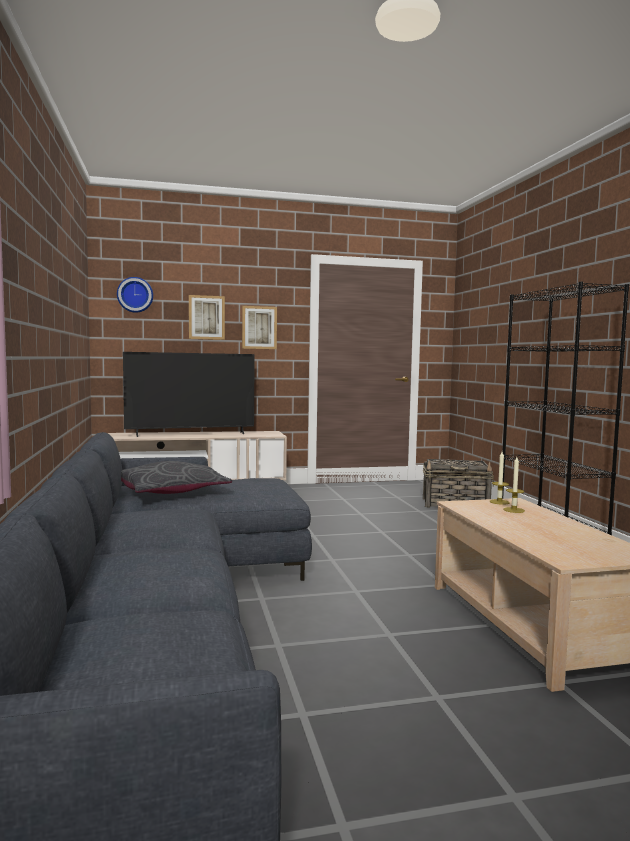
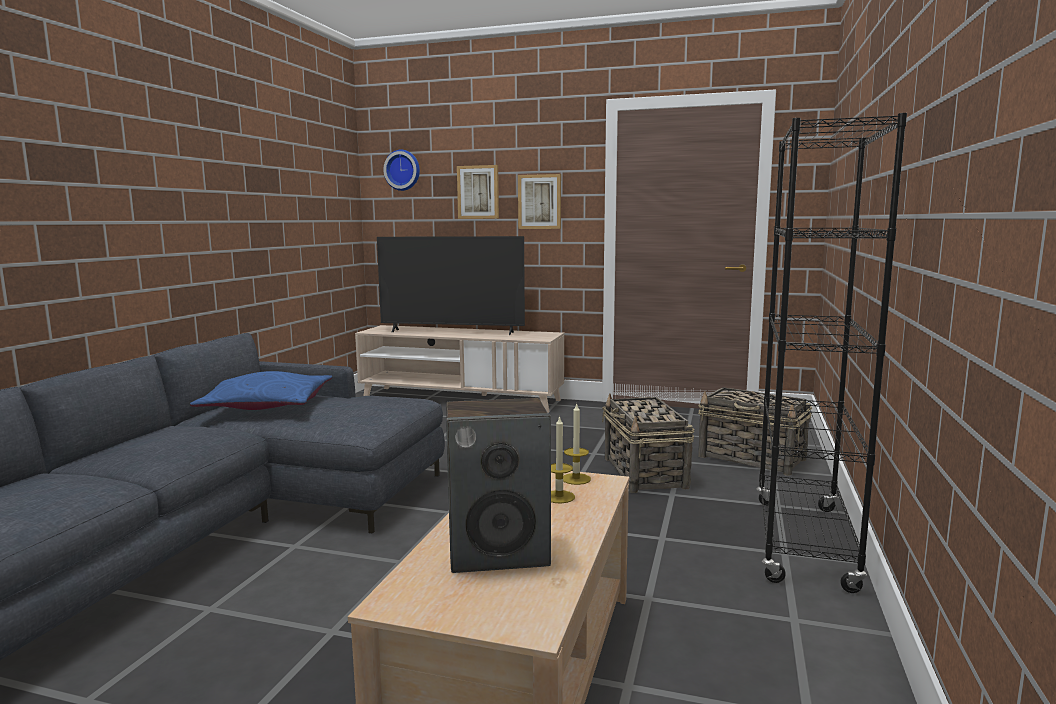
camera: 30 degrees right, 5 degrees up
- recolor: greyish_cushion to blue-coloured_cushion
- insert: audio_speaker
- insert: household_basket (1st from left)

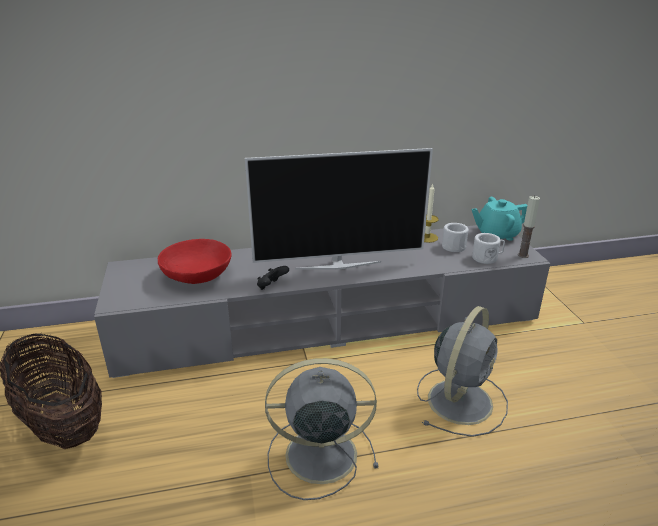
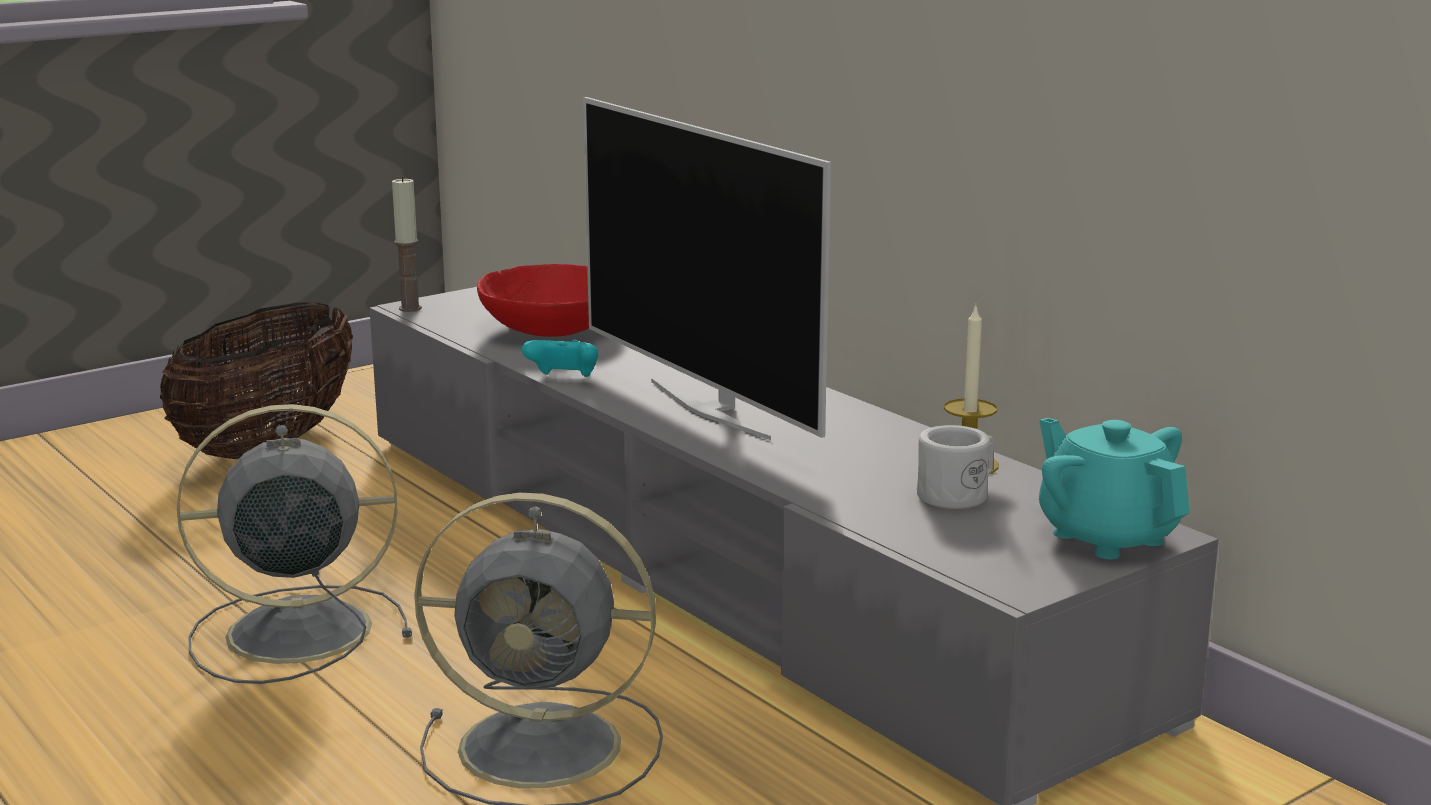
camera: 65 degrees right, 10 degrees down
- recolor: blackish_gamepad to blue-green_gamepad
- rotate: greyish_fan (1st from left) 75 degrees counterclockwise
- delete: white-coloured_mug (2nd from left)
- move: wax_candle (2nd from left in the first image) to wax_candle (1st from left)

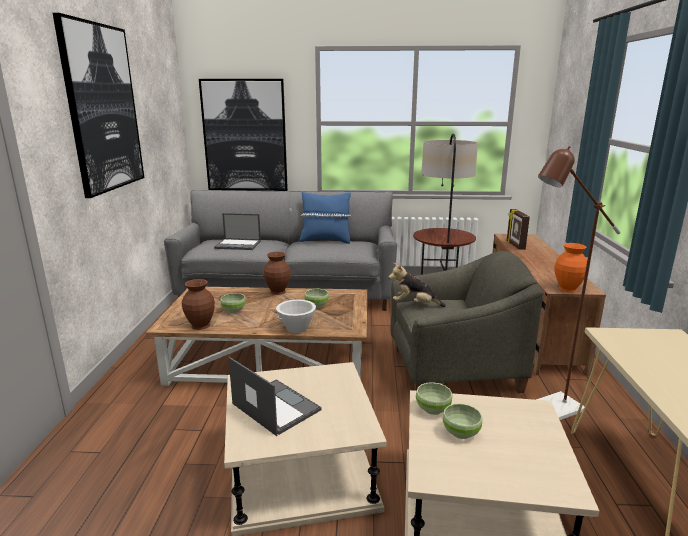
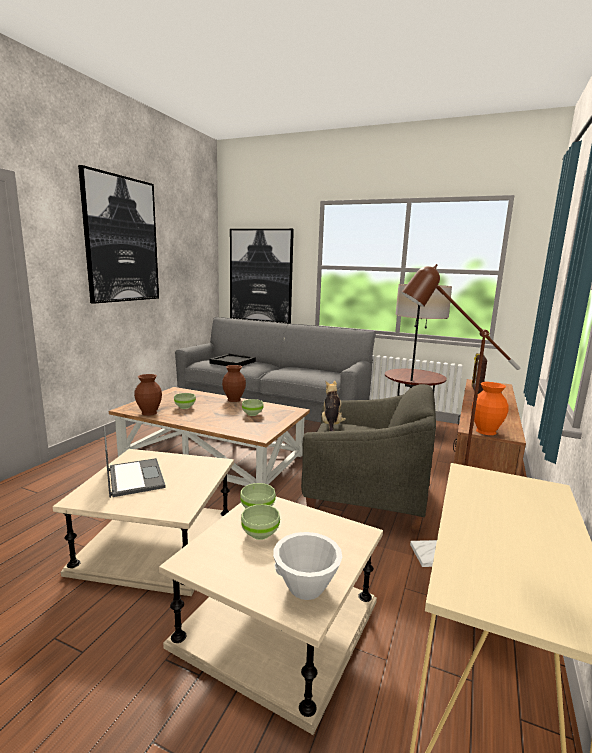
camera: 20 degrees right, 5 degrees down
- replace: notebook_computer (1st from left) to blackish_tray
- move: white-coloured_serving_bowl
- delete: blue-coloured_cushion
- rotate: cuddly_toy 60 degrees clockwise

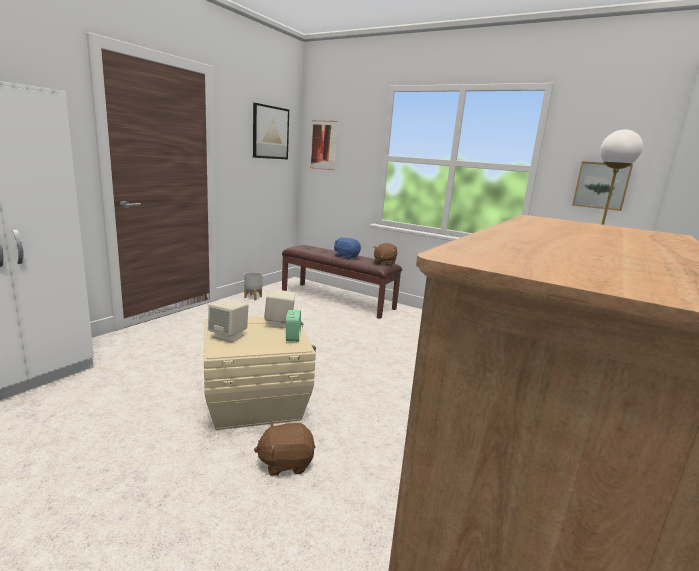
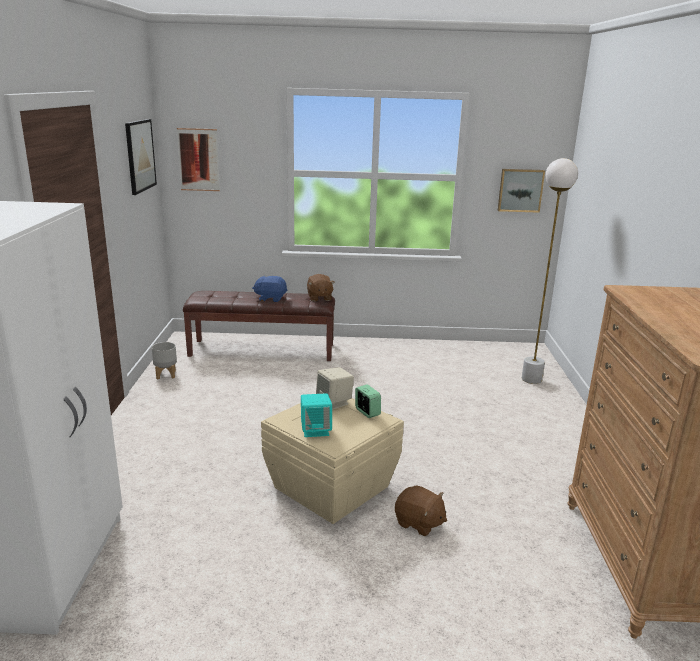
camera: 30 degrees left, 5 degrees up
- recolor: sand-coloured_audio_speaker (1st from left) to blue-green_audio_speaker
- rotate: brownish_cuddly_toy (1st from left in the first image) 105 degrees counterclockwise

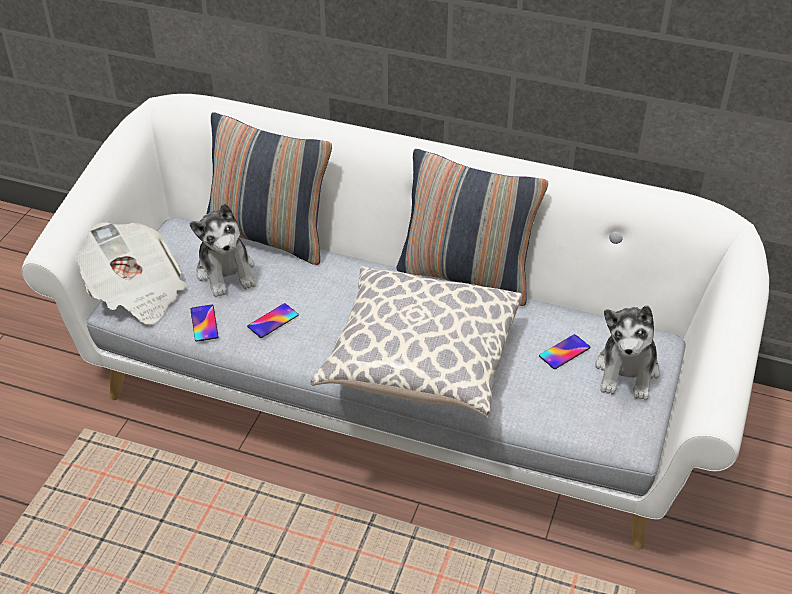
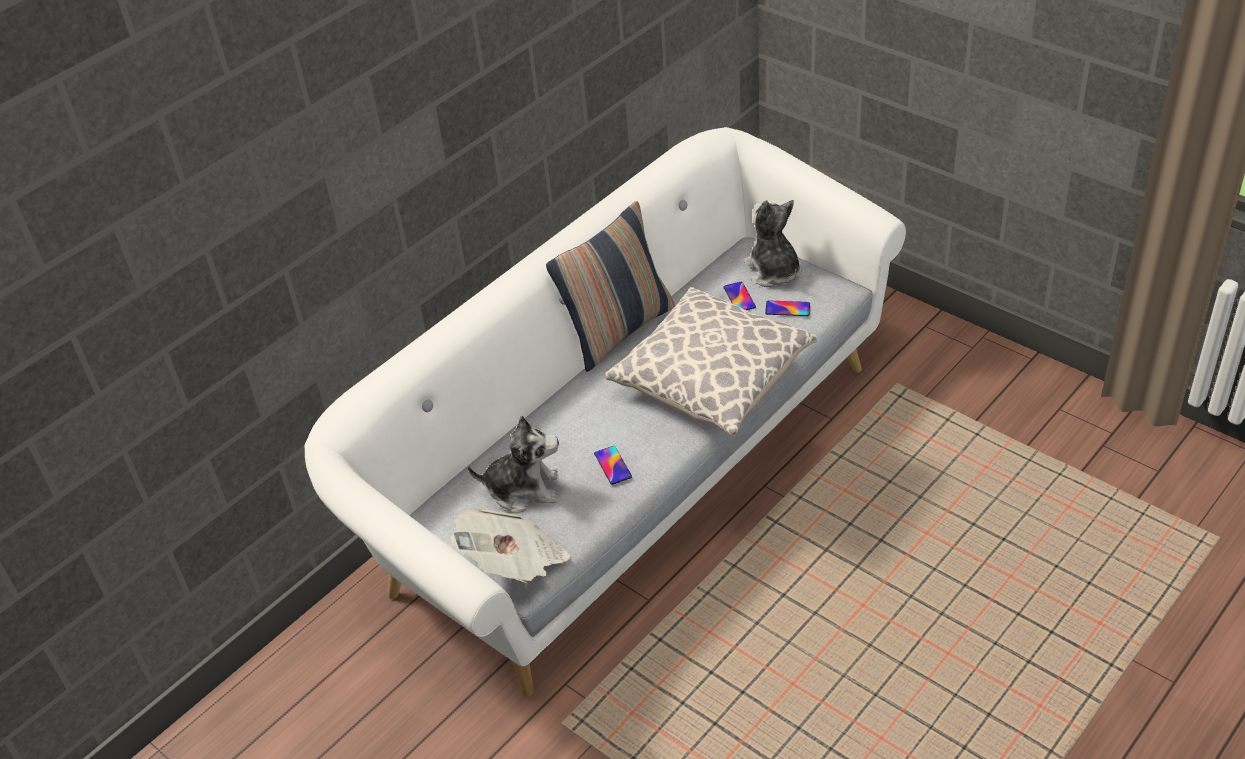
camera: 65 degrees left, 0 degrees up
- move: handset (1st from left in the first image) to handset (3rd from left)
- delete: cushion (1st from left)
- rotate: cuddly_toy (2nd from left) 150 degrees counterclockwise

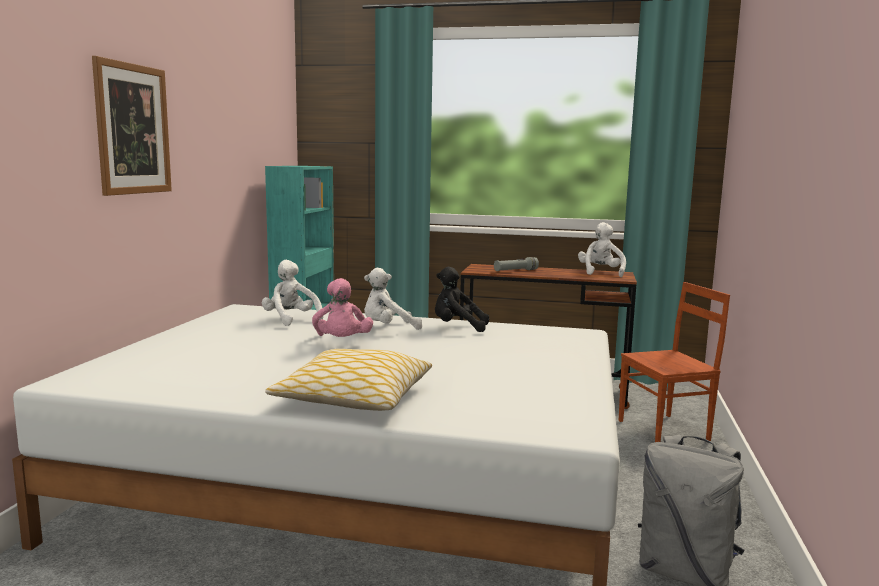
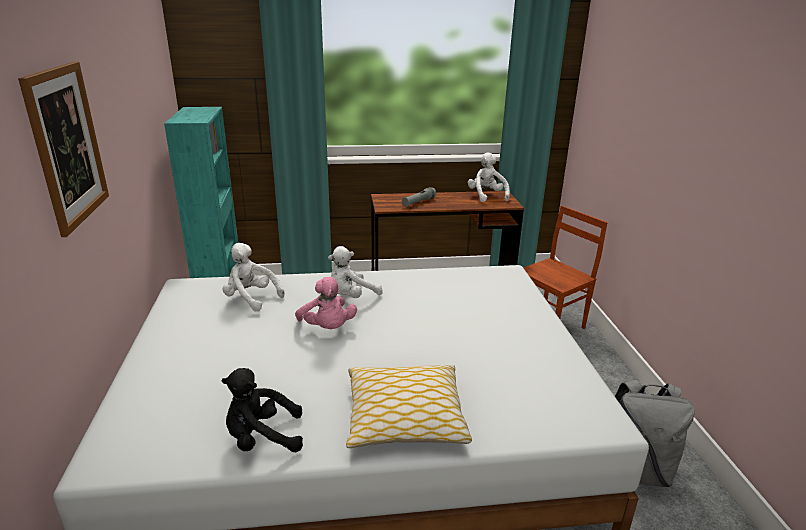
camera: 20 degrees left, 15 degrees up
- move: blackish_cuddly_toy

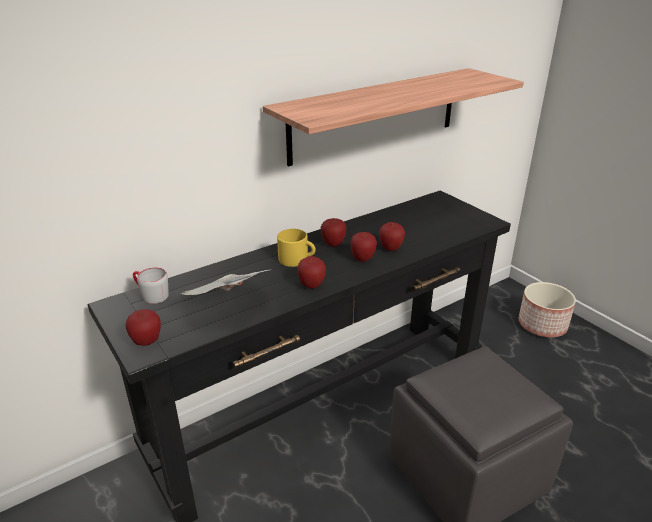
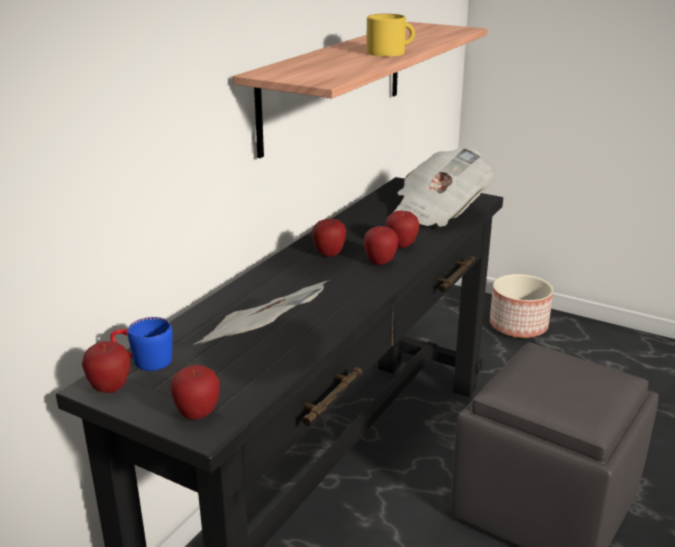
camera: 25 degrees left, 5 degrees down
- recolor: greyish_mug to blue-coloured_mug
- move: yellow_mug
- move: apple_fruit (2nd from left in the first image) to apple_fruit (1st from left)
- insert: printed_paper (2nd from left)

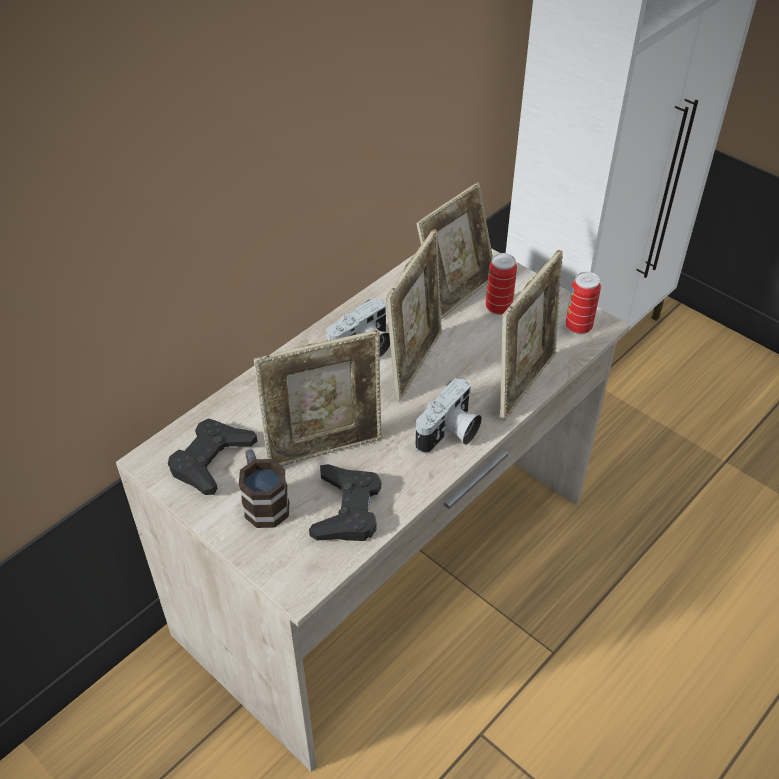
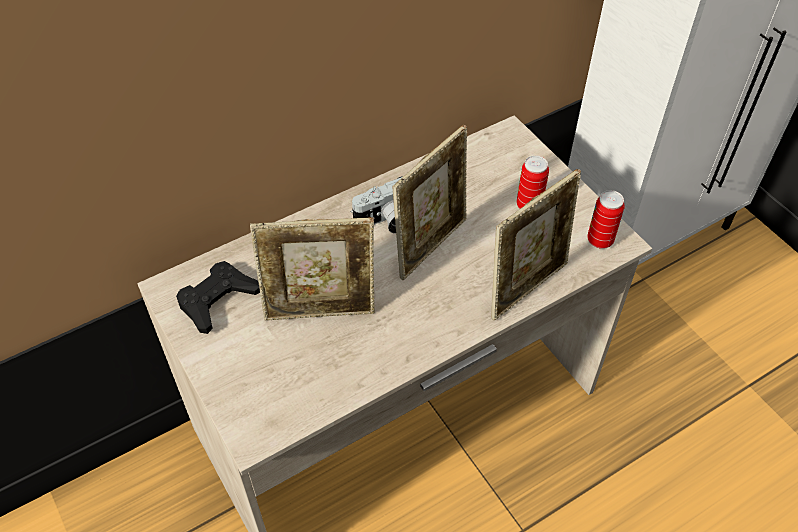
camera: 15 degrees right, 5 degrees up
- delete: mug
- delete: blackish_gamepad (2nd from left)
- delete: photo_camera (2nd from left)
- delete: photo_frame (3rd from left)

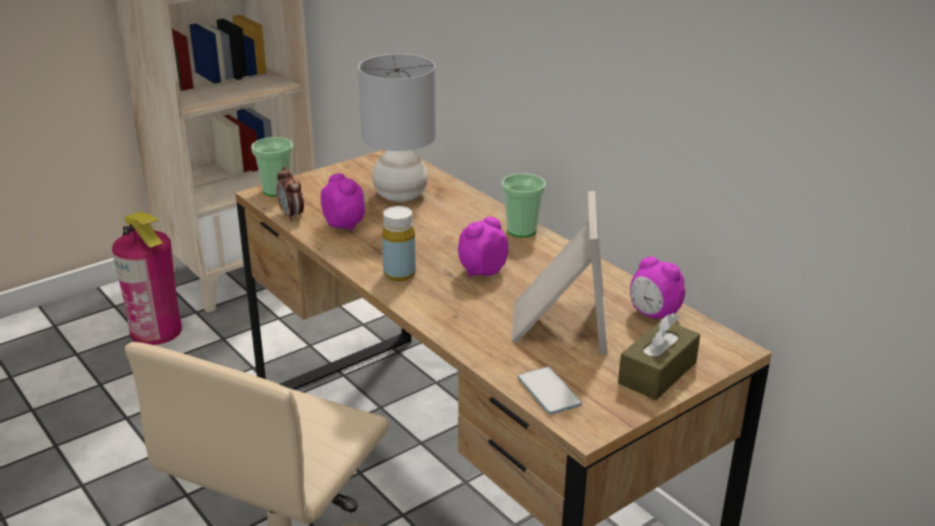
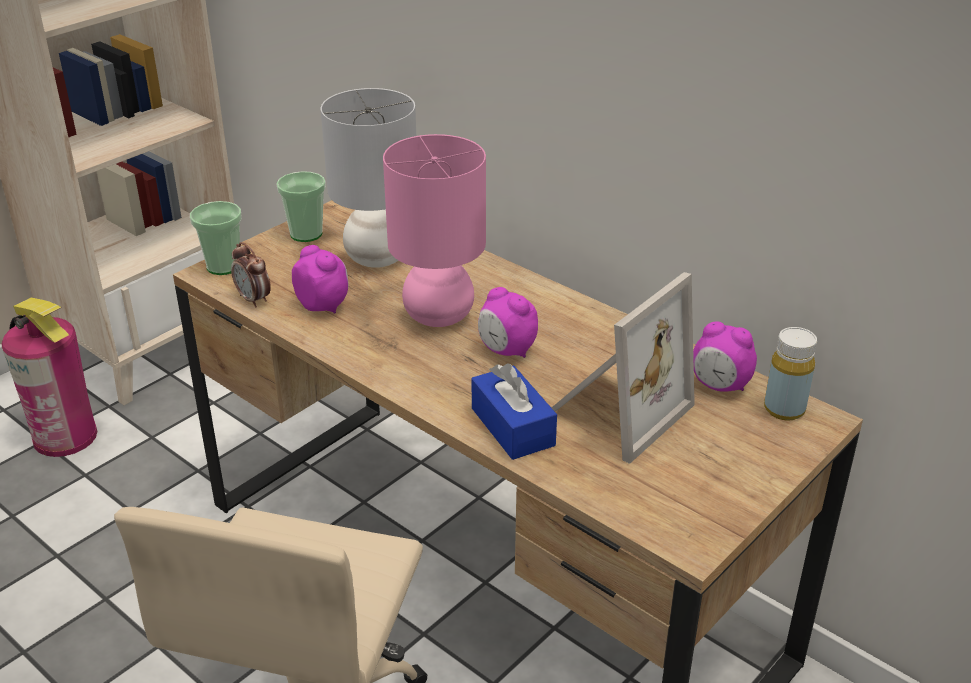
camera: 10 degrees left, 5 degrees up
- move: yellow_beverage_bottle
- rotate: bedside_clock (3rd from left) 90 degrees counterclockwise
- move: drinking_cup (2nd from left)
- rotate: photo_frame 45 degrees clockwise
- delete: handset
- delete: brownish_tissue_box
- insert: pink-coloured_table_lamp
- insert: blue-coloured_tissue_box

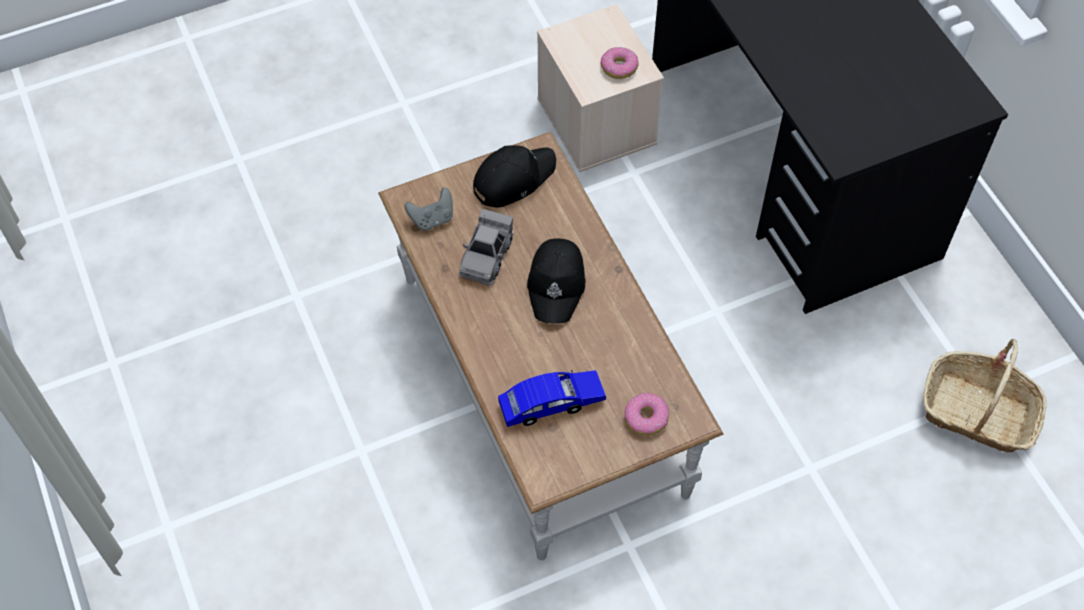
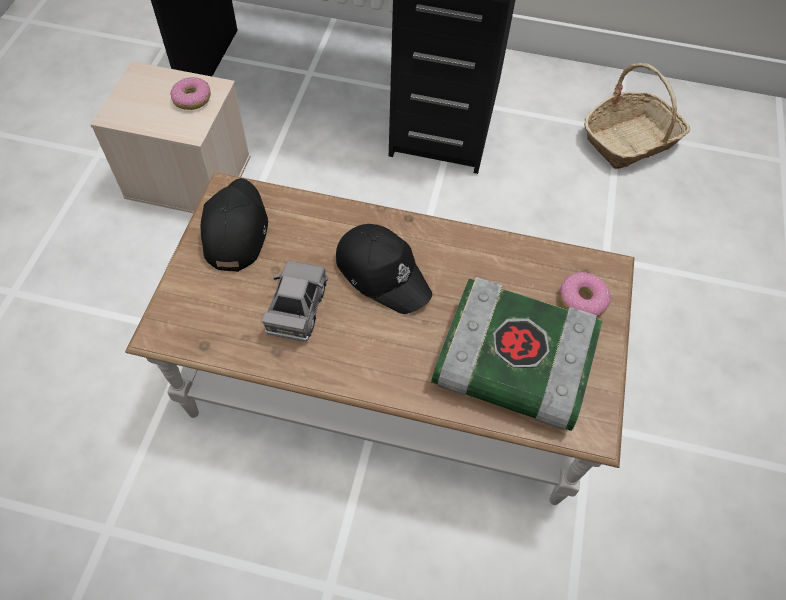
camera: 55 degrees left, 0 degrees up
- delete: greyish_gamepad
- rotate: greyish_miniature_car 135 degrees counterclockwise
- replace: blue-coloured_miniature_car to bound_book

